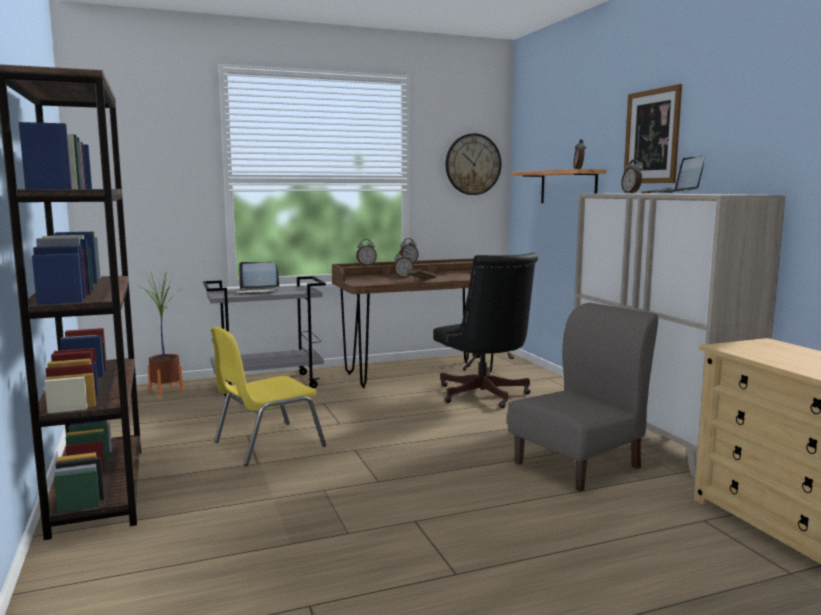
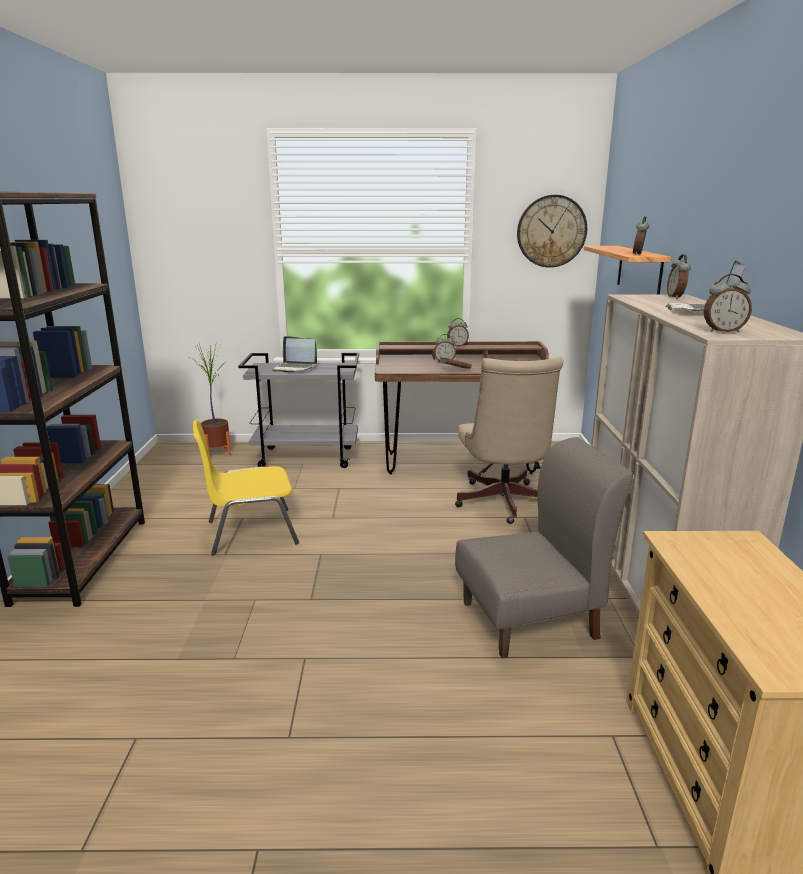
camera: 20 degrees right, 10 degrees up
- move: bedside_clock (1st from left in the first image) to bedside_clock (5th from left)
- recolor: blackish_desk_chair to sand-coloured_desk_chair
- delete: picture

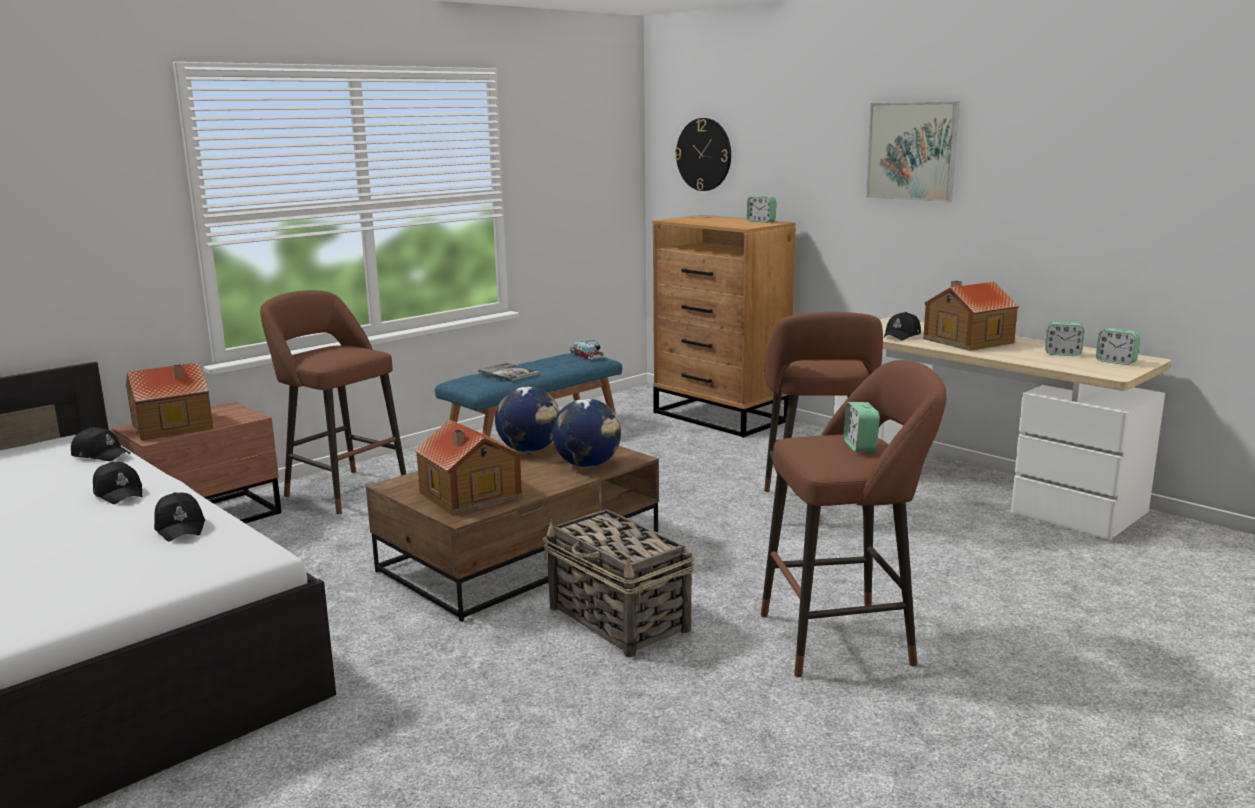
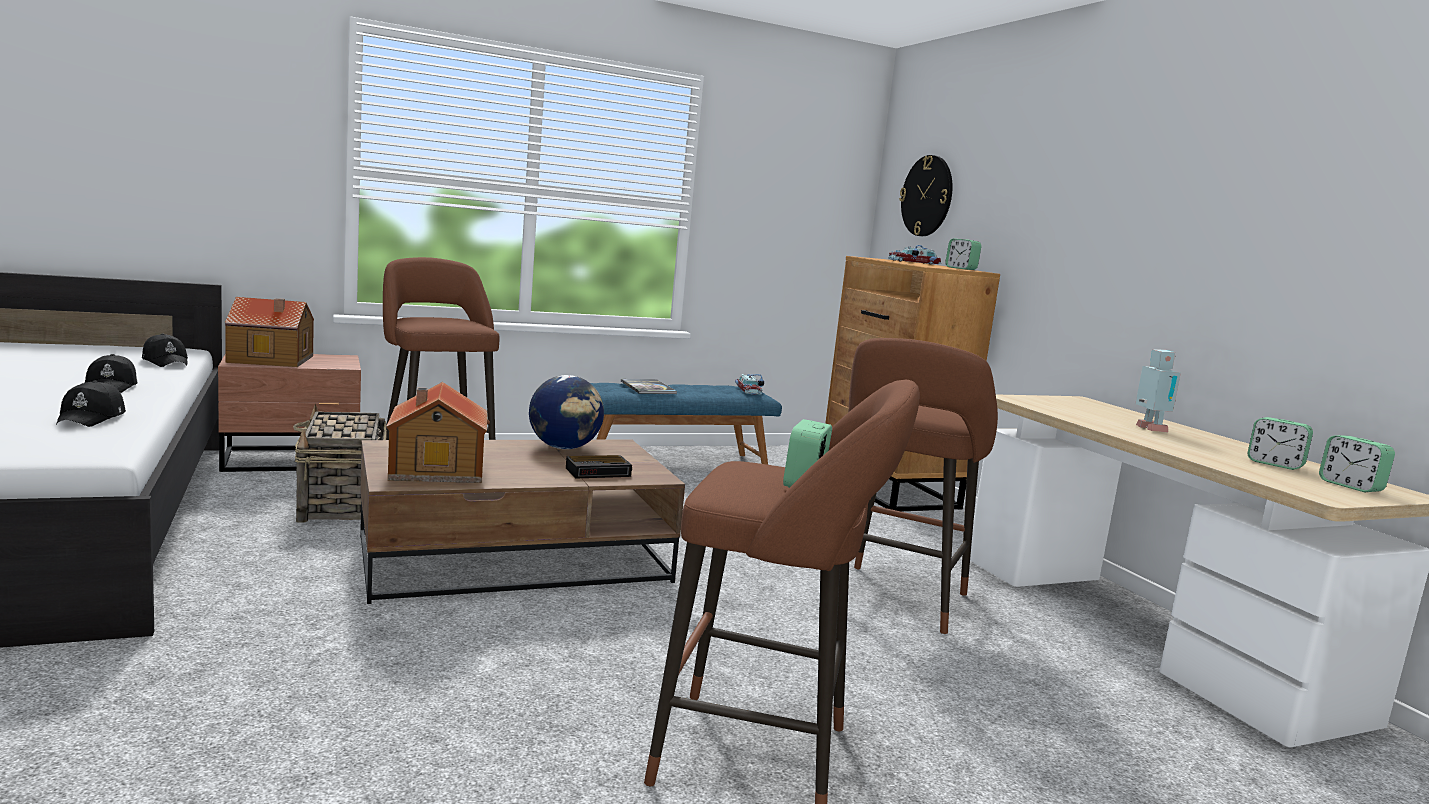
camera: 20 degrees right, 5 degrees down
- move: household_basket
- replace: world_globe (2nd from left) to bedside_clock (1st from left)
- delete: picture
- delete: blackish_baseball_cap (4th from left)
- replace: toy_house (3rd from left) to toy_robot
- insert: miniature_car (2nd from left)

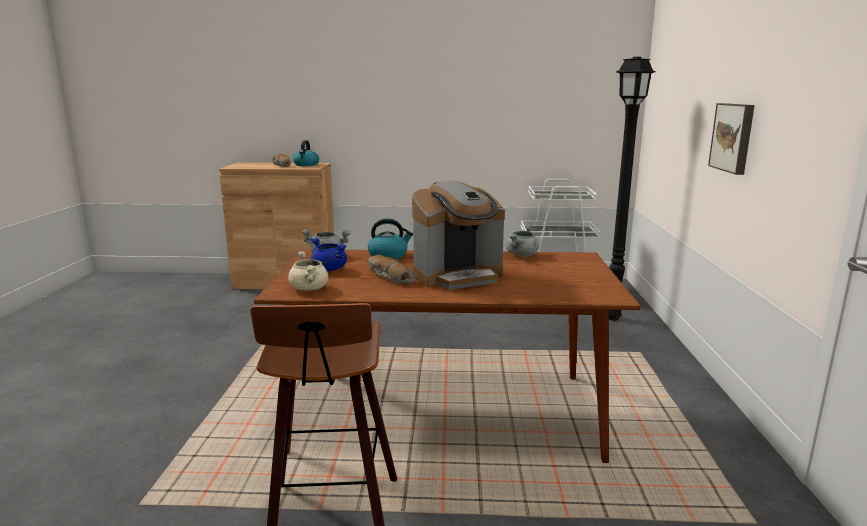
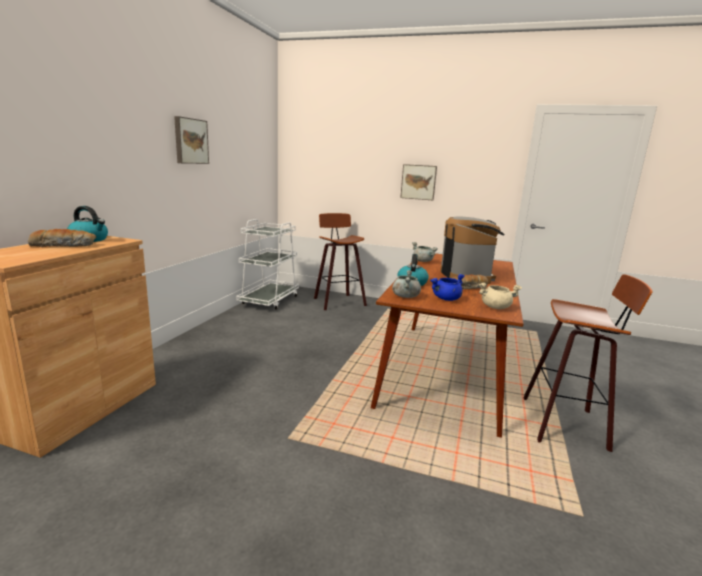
camera: 75 degrees left, 0 degrees up
- replace: blackish_standing_lamp to sitting_stool (1st from left)
- insert: picture (1st from left)

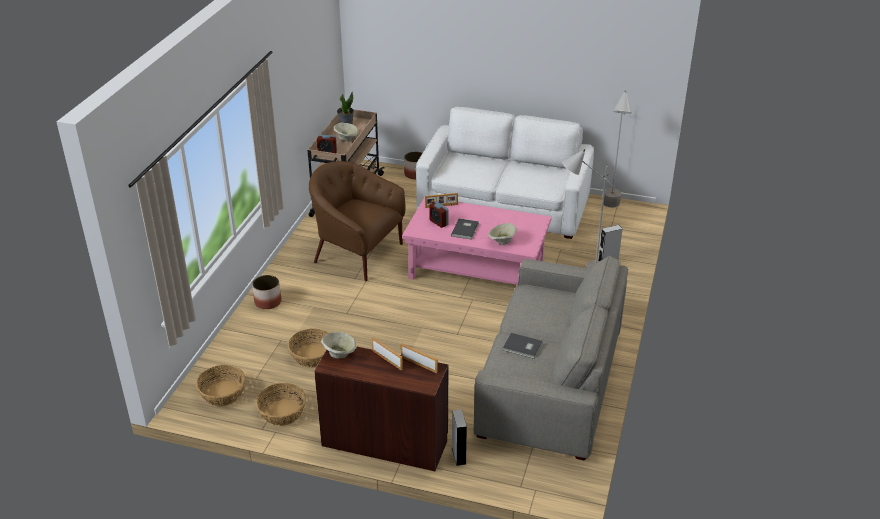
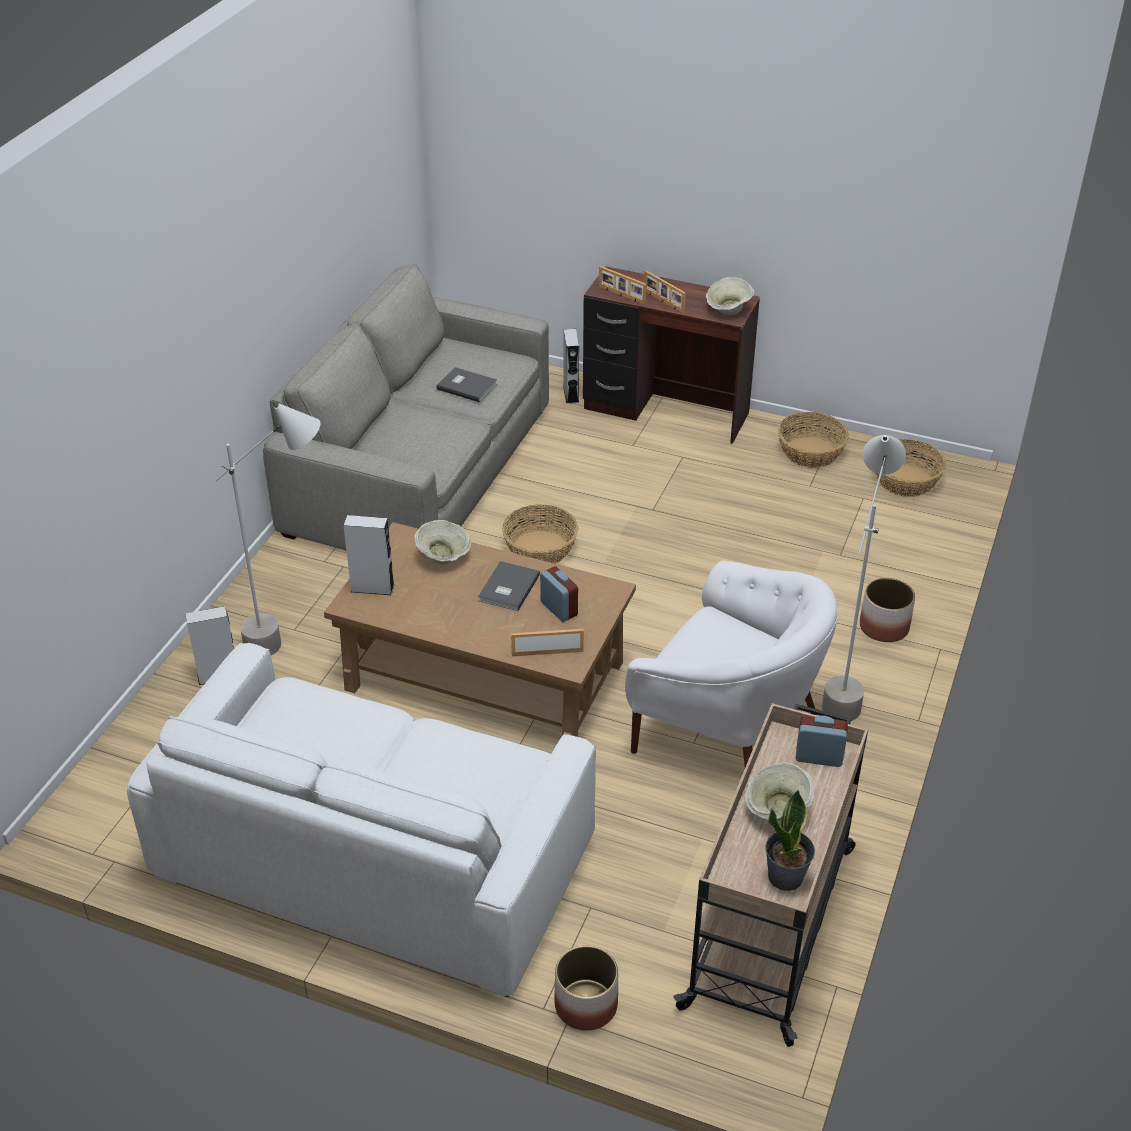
camera: 175 degrees left, 5 degrees up
- move: household_basket (3rd from left in the first image) to household_basket (1st from left)
- recolor: brownish_easy_chair to white-coloured_easy_chair
- recolor: pink-coloured_low_table to brownish_low_table
- move: greyish_standing_lamp (2nd from left)
- insert: greyish_audio_speaker (2nd from left)

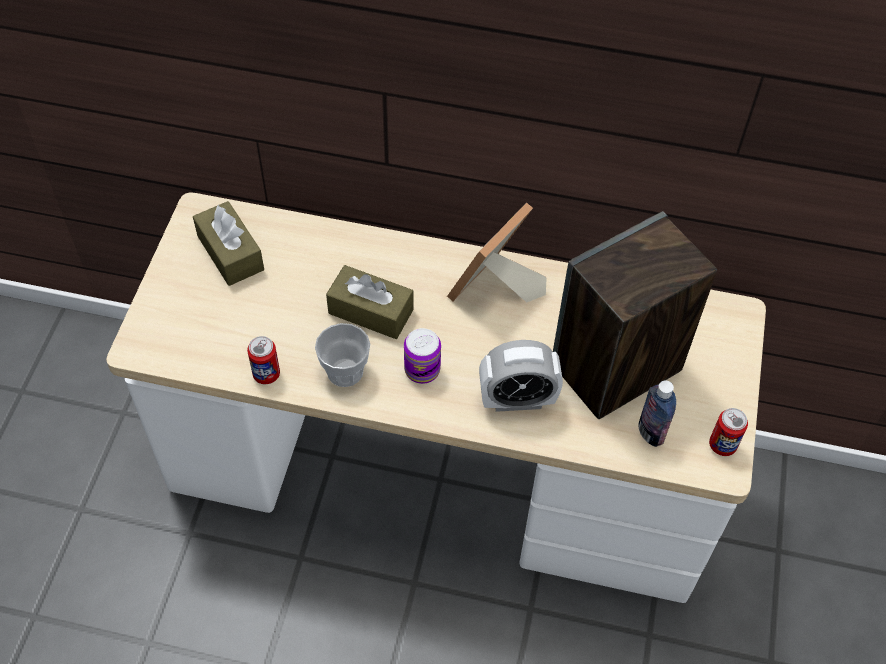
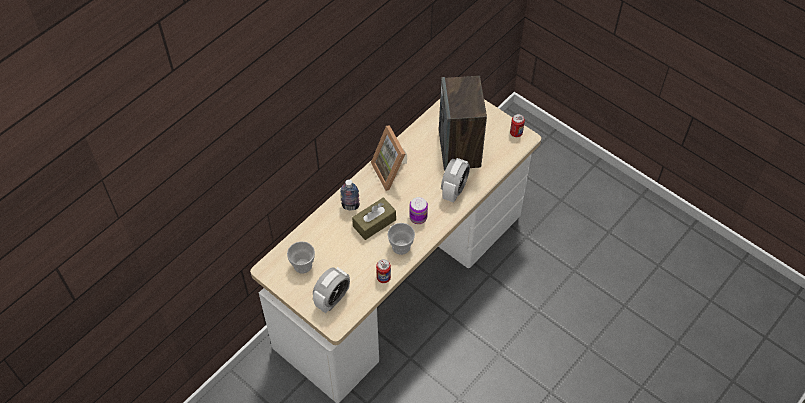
camera: 60 degrees left, 0 degrees up
- replace: brownish_tissue_box (1st from left) to drinking_cup (1st from left)
- move: beverage_bottle
- insert: bedside_clock (1st from left)

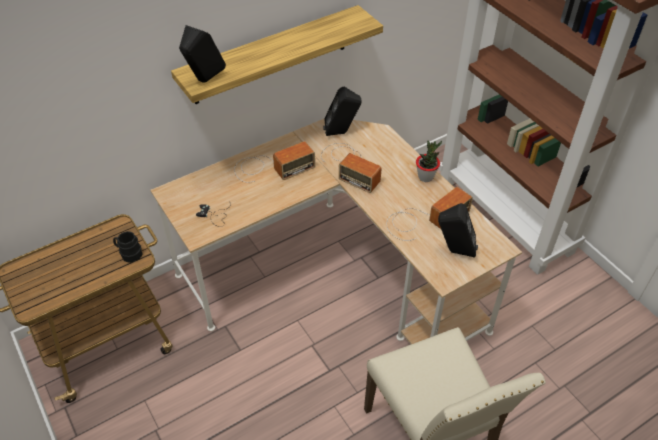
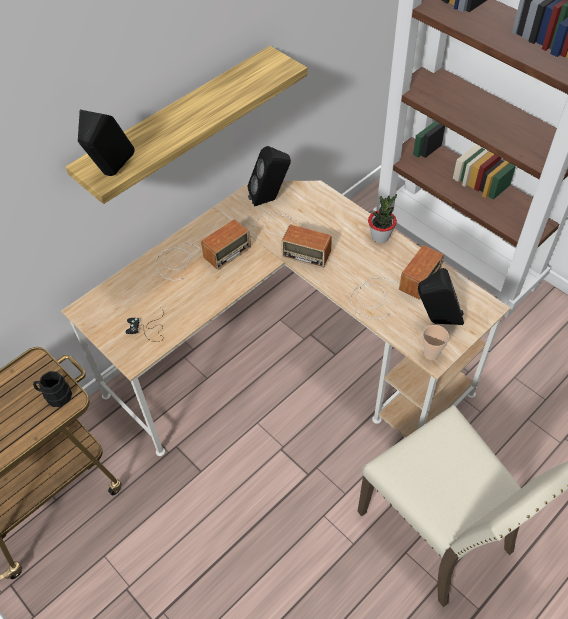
camera: 10 degrees left, 5 degrees up
- insert: drinking_cup

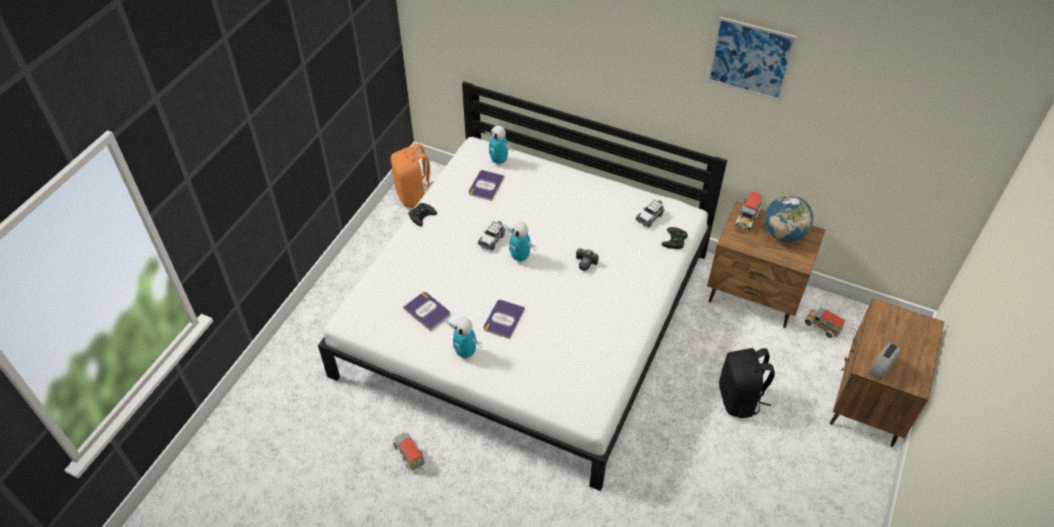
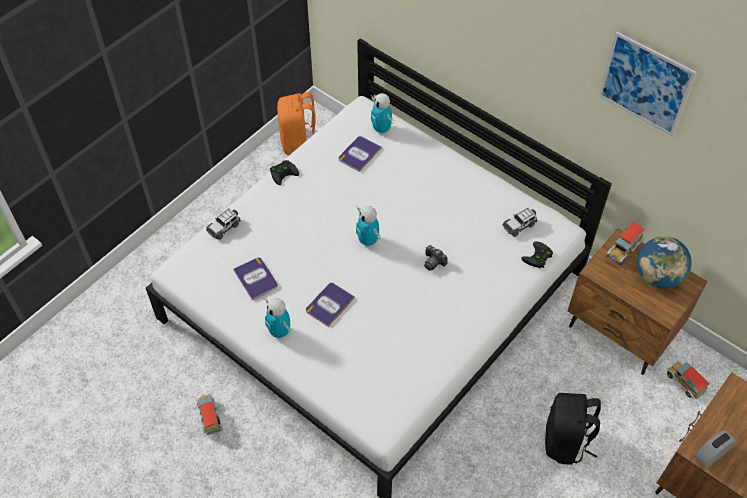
camera: 15 degrees right, 5 degrees up
- move: miniature_car (1st from left)

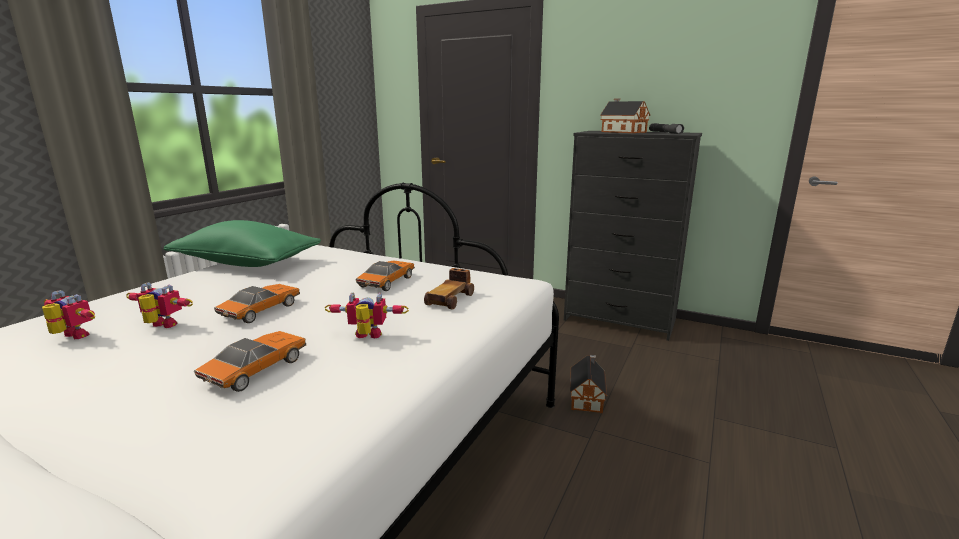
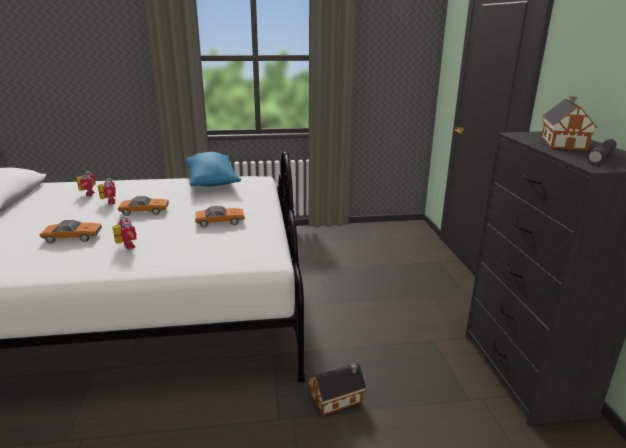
camera: 55 degrees right, 5 degrees up
- recolor: green-coloured_cushion to blue-coloured_cushion
- delete: miniature_car (4th from left)

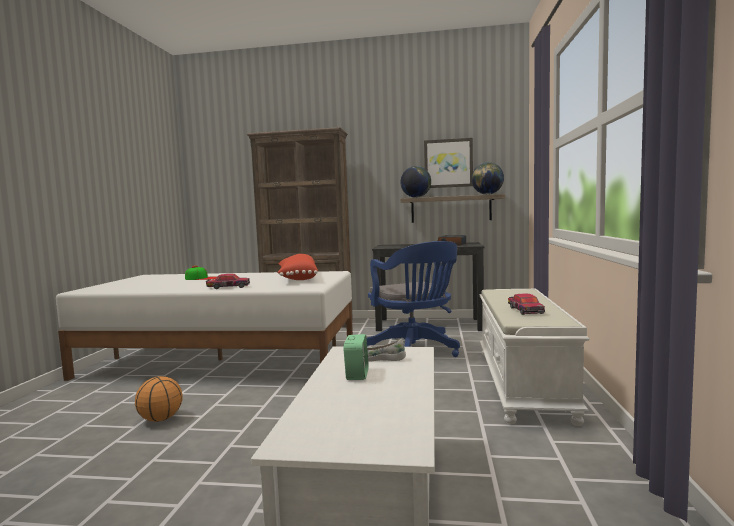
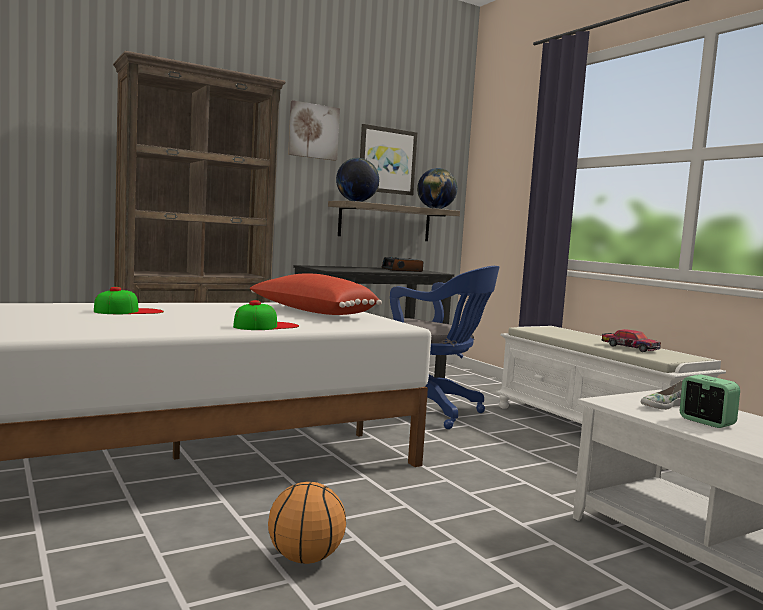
camera: 40 degrees left, 0 degrees up
- replace: miniature_car (1st from left) to baseball_cap (2nd from left)
- insert: picture (1st from left)

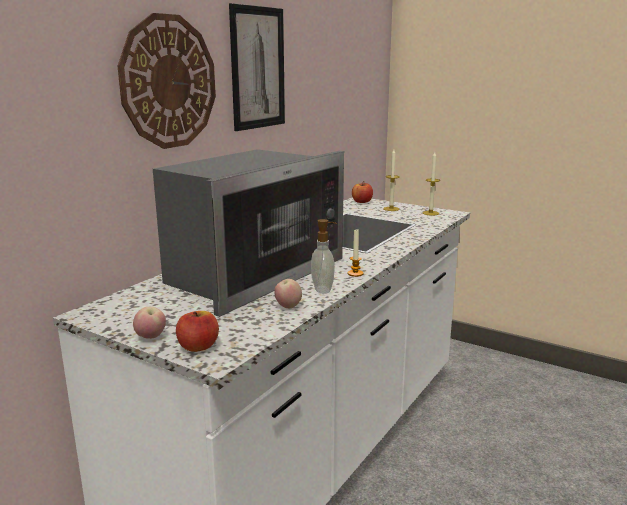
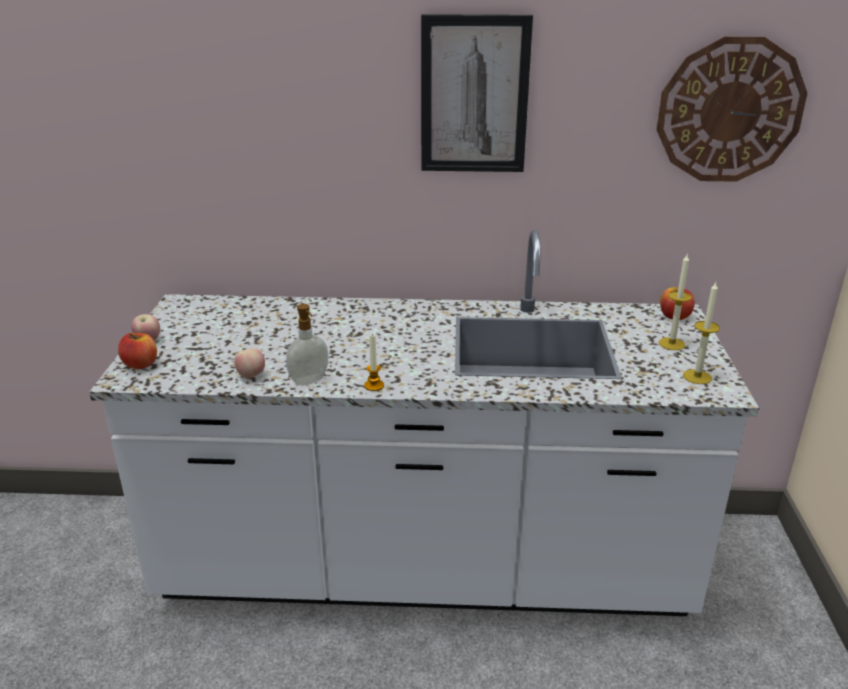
camera: 60 degrees right, 10 degrees up
- move: wall_clock
- delete: microwave

